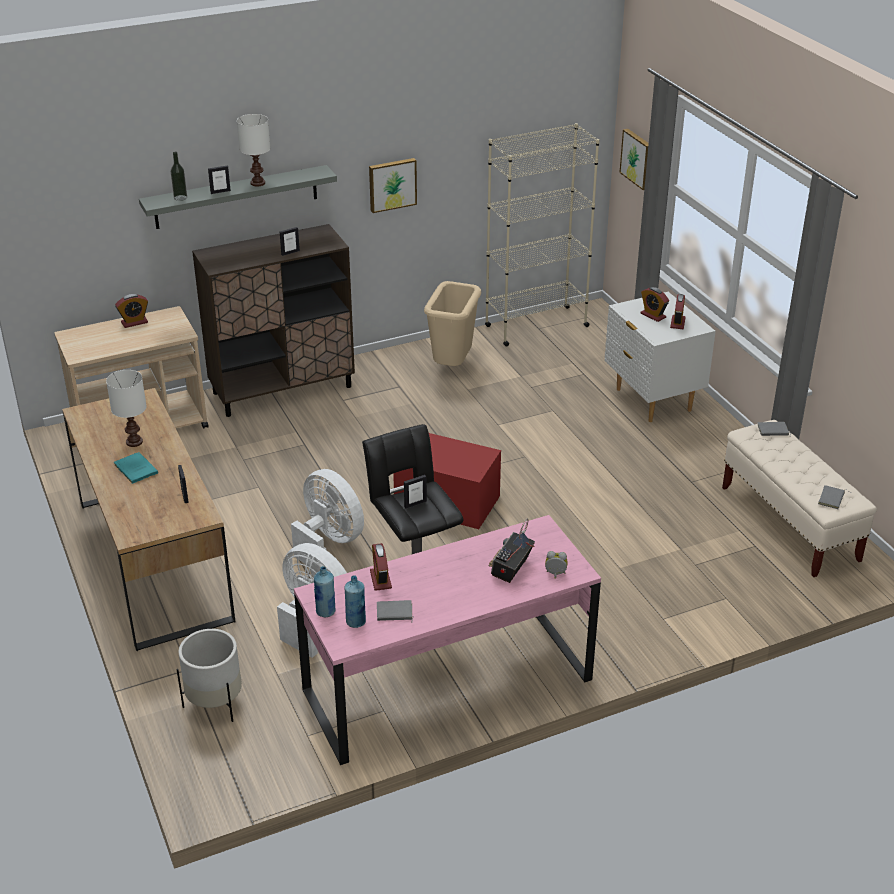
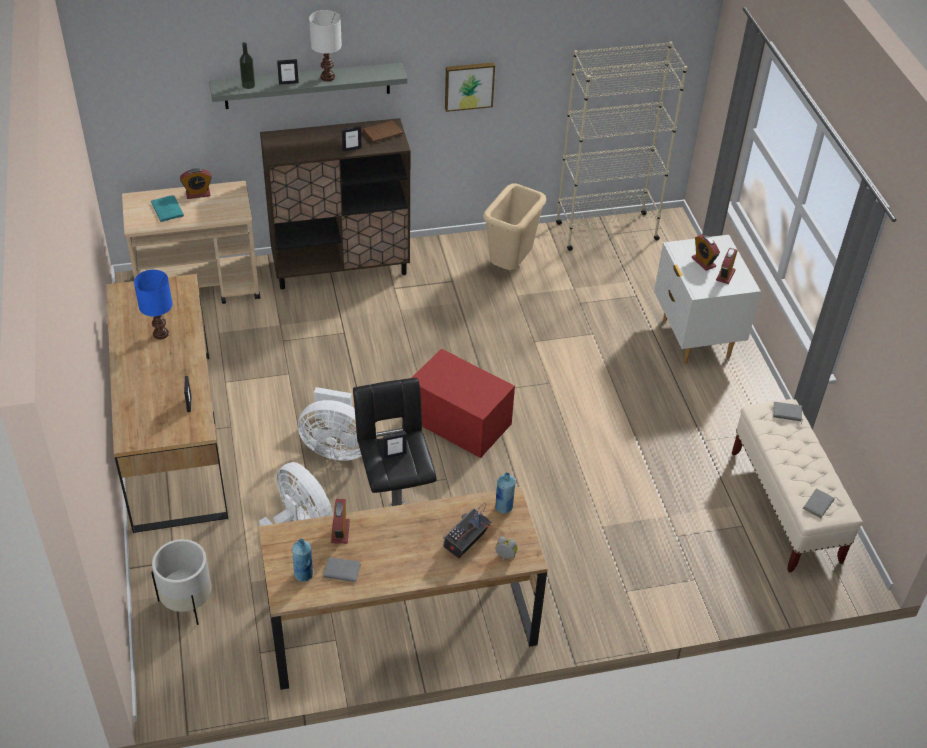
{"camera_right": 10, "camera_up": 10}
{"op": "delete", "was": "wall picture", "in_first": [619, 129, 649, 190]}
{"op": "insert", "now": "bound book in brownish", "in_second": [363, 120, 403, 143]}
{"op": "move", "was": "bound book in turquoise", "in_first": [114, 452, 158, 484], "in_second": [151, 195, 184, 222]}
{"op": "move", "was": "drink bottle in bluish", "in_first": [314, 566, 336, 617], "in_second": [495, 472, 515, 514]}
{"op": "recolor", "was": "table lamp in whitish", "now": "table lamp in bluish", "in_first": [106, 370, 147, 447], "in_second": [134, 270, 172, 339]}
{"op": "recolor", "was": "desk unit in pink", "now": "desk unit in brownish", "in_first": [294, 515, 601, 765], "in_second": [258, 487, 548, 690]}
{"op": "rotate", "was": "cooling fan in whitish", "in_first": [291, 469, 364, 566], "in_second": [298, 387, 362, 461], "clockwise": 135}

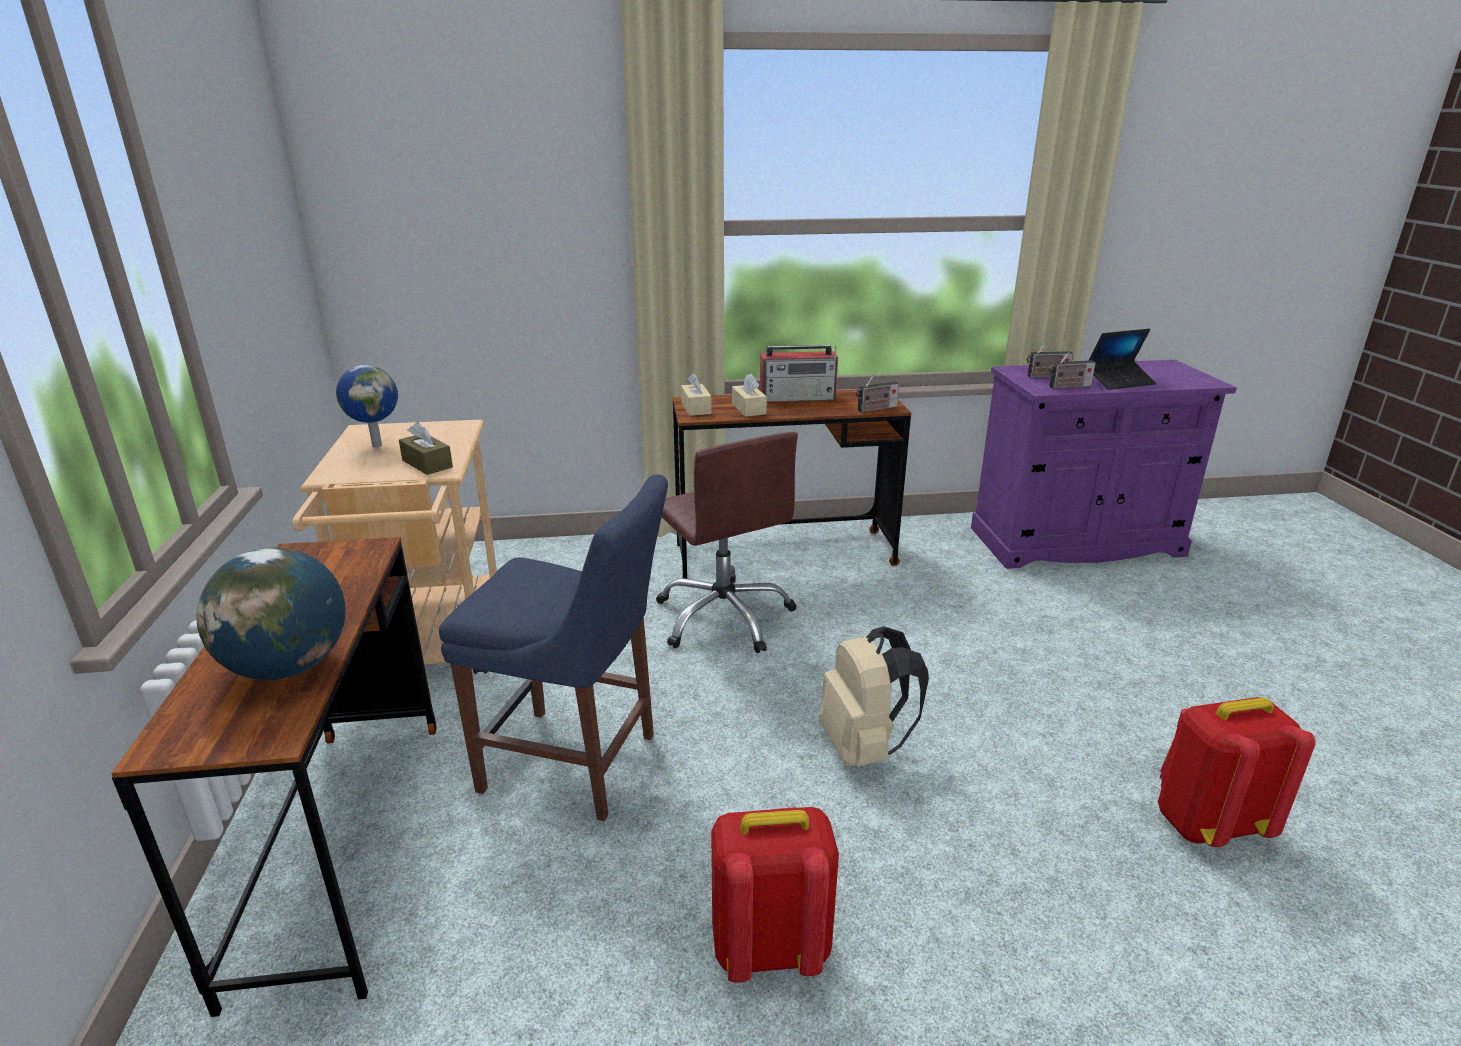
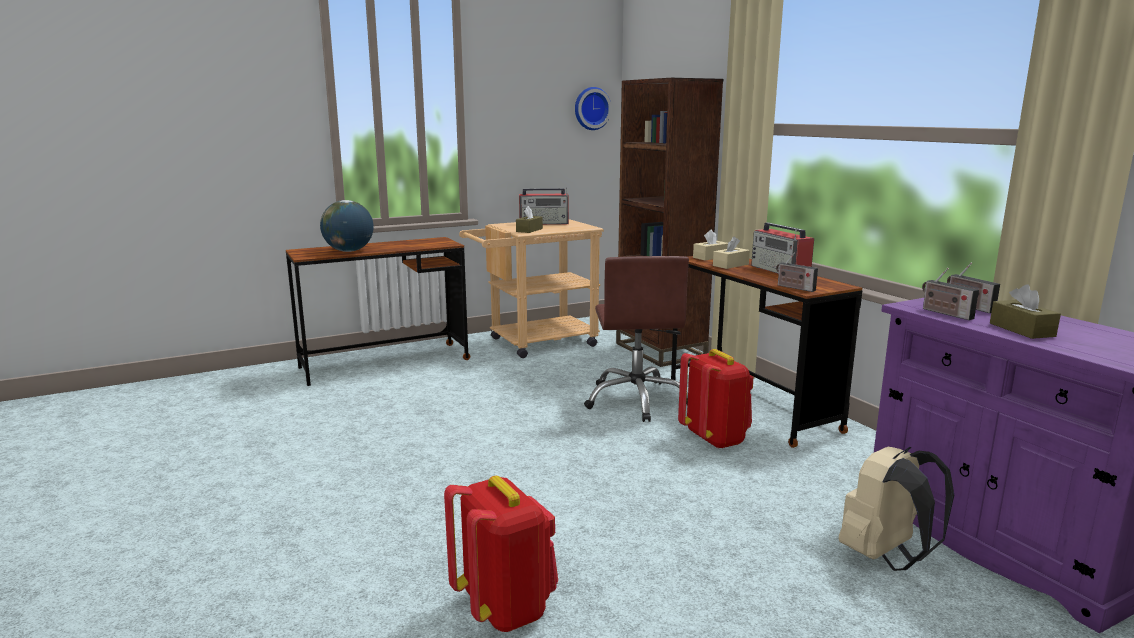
{"camera_right": 70, "camera_up": -10}
{"op": "delete", "was": "chair in bluish", "in_first": [439, 474, 668, 821]}
{"op": "insert", "now": "clock on the wall", "in_second": [575, 87, 612, 130]}
{"op": "insert", "now": "shelving unit in brownish", "in_second": [616, 78, 723, 367]}
{"op": "move", "was": "rucksack in reddish", "in_first": [711, 807, 839, 983], "in_second": [678, 349, 753, 449]}
{"op": "move", "was": "rucksack in sand-coloured", "in_first": [819, 626, 929, 767], "in_second": [839, 447, 954, 571]}
{"op": "replace", "was": "desk globe", "now": "radio receiver", "in_first": [336, 365, 398, 447], "in_second": [519, 187, 569, 225]}
{"op": "replace", "was": "notebook computer", "now": "tissue box in brownish", "in_first": [1089, 329, 1156, 390], "in_second": [990, 285, 1061, 339]}
{"op": "rotate", "was": "desk chair in brownish", "in_first": [656, 432, 798, 653], "in_second": [584, 256, 689, 422], "clockwise": -45}

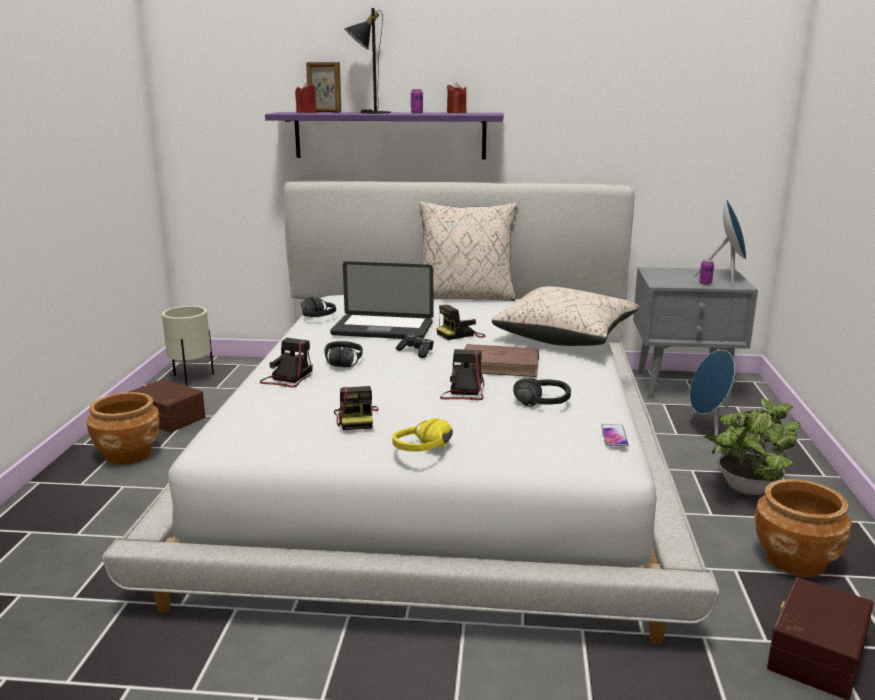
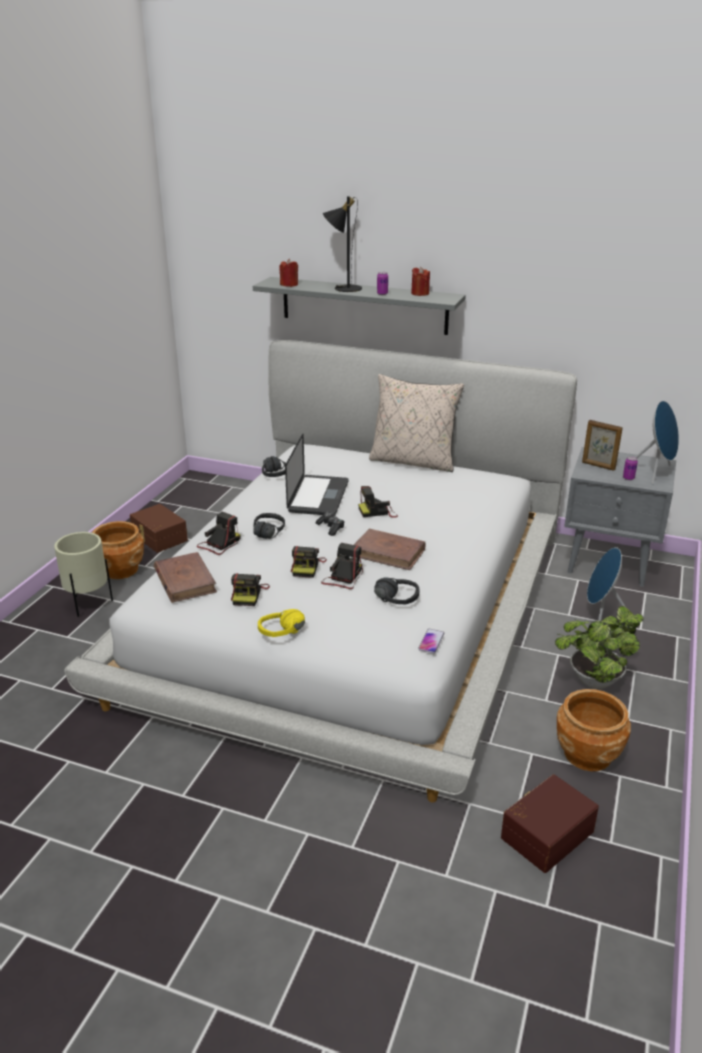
{"camera_right": 15, "camera_up": 10}
{"op": "delete", "was": "cushion in sand-coloured", "in_first": [492, 286, 639, 346]}
{"op": "insert", "now": "bound book in brownish", "in_second": [154, 552, 217, 603]}
{"op": "insert", "now": "photo camera", "in_second": [291, 546, 327, 578]}
{"op": "move", "was": "flower pot in sand-coloured", "in_first": [162, 306, 214, 386], "in_second": [54, 532, 113, 617]}
{"op": "move", "was": "photo frame", "in_first": [306, 62, 341, 112], "in_second": [582, 420, 623, 471]}
{"op": "recolor", "was": "bracket shelf in purple", "now": "bracket shelf in greyish", "in_first": [265, 112, 504, 160], "in_second": [253, 277, 466, 335]}
{"op": "rotate", "was": "notebook computer", "in_first": [330, 261, 433, 339], "in_second": [285, 434, 349, 515], "clockwise": -105}

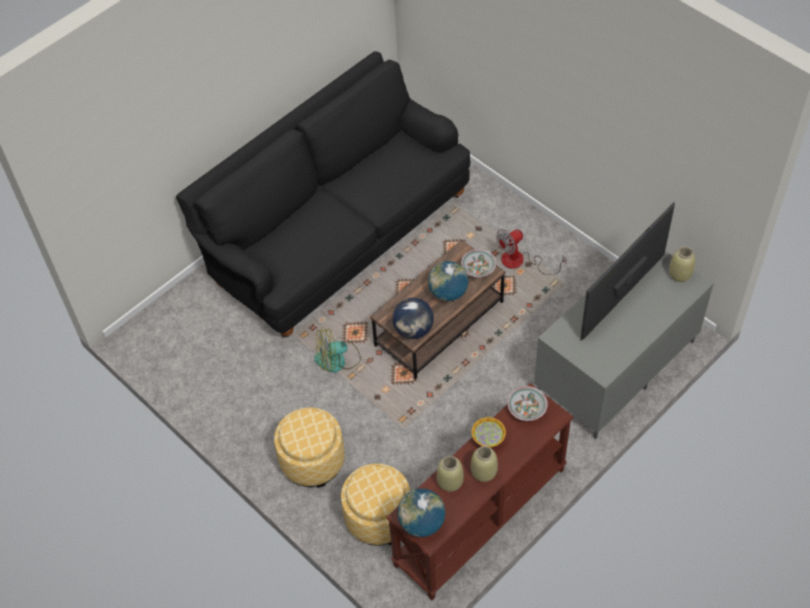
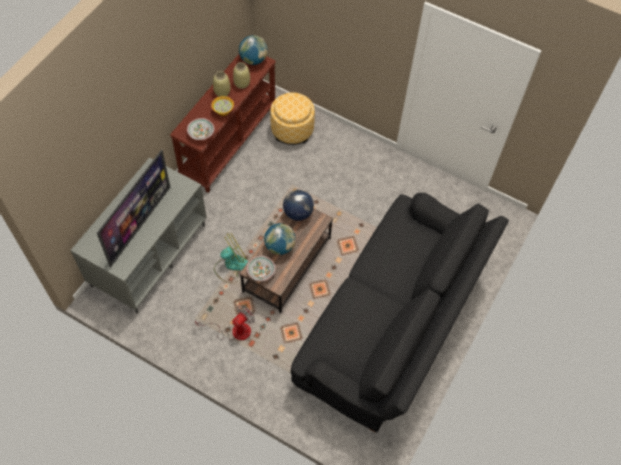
{"camera_right": 160, "camera_up": 5}
{"op": "delete", "was": "ottoman", "in_first": [274, 408, 345, 488]}
{"op": "delete", "was": "decorative vase in sand-coloured", "in_first": [669, 246, 695, 282]}
{"op": "move", "was": "cooling fan", "in_first": [314, 327, 361, 372], "in_second": [214, 233, 248, 284]}

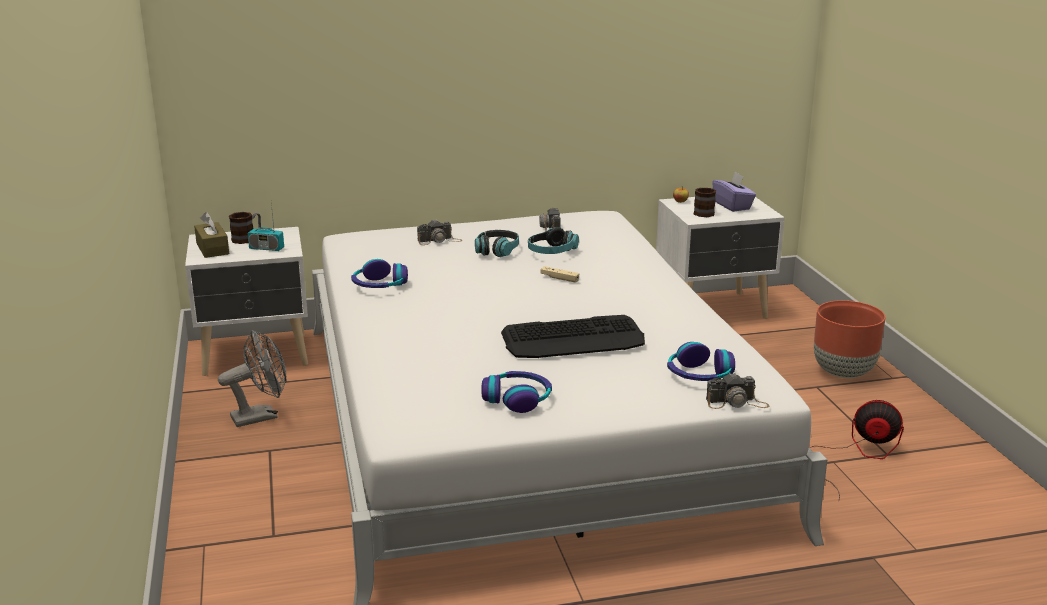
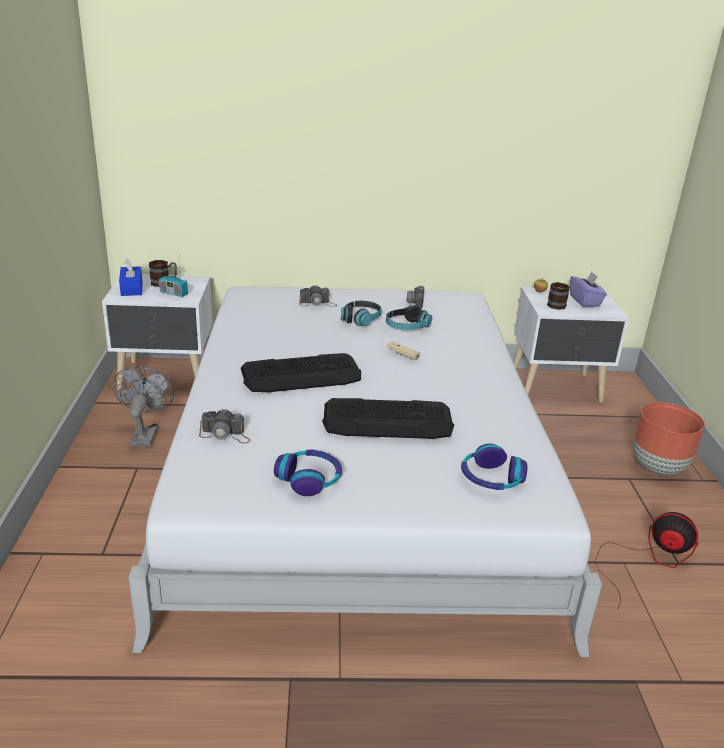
{"camera_right": 10, "camera_up": 5}
{"op": "delete", "was": "pair of headphones", "in_first": [351, 259, 408, 288]}
{"op": "insert", "now": "computer keyboard", "in_second": [241, 353, 361, 392]}
{"op": "move", "was": "photo camera", "in_first": [706, 372, 769, 409], "in_second": [199, 409, 250, 444]}
{"op": "recolor", "was": "tissue box in brownish", "now": "tissue box in bluish", "in_first": [194, 212, 229, 258], "in_second": [119, 258, 143, 296]}
{"op": "rotate", "was": "cooling fan in greyish", "in_first": [218, 330, 286, 427], "in_second": [112, 366, 174, 447], "clockwise": -75}

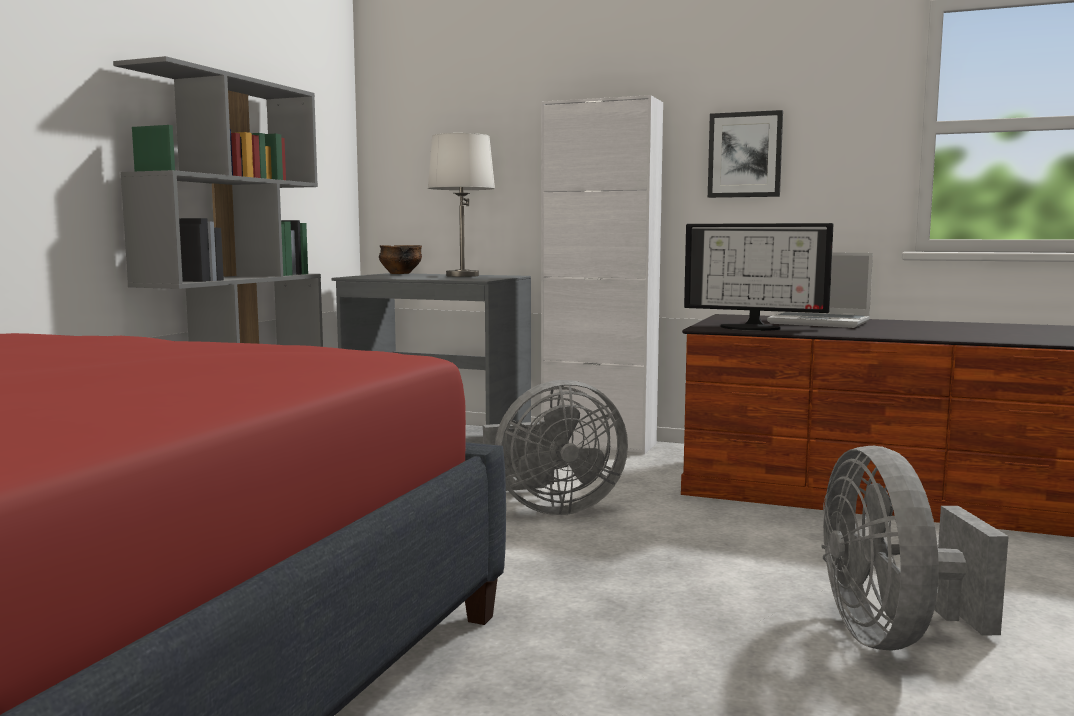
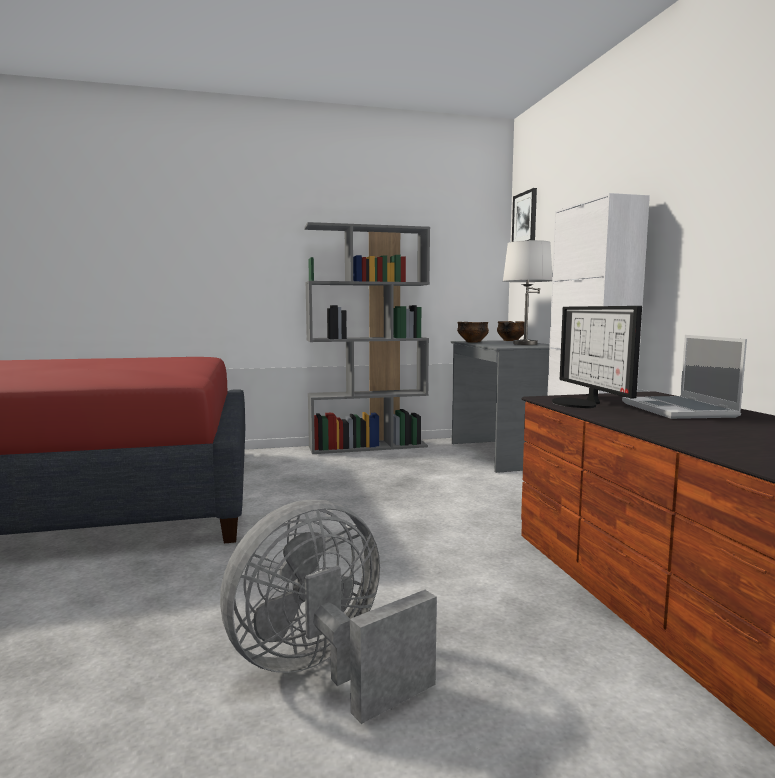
{"camera_right": 55, "camera_up": 0}
{"op": "delete", "was": "cooling fan in greyish", "in_first": [483, 380, 628, 515]}
{"op": "insert", "now": "deep dish", "in_second": [457, 322, 489, 343]}
{"op": "move", "was": "wall picture", "in_first": [708, 110, 783, 198], "in_second": [512, 188, 537, 242]}

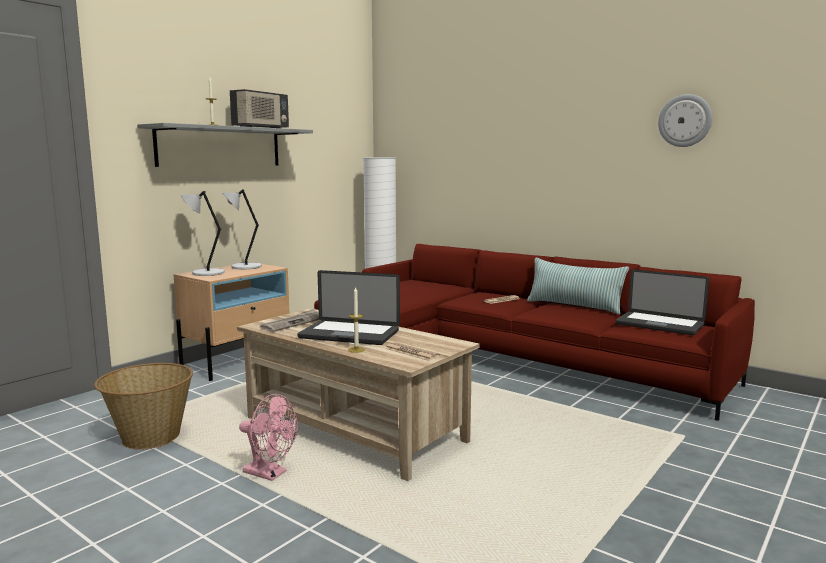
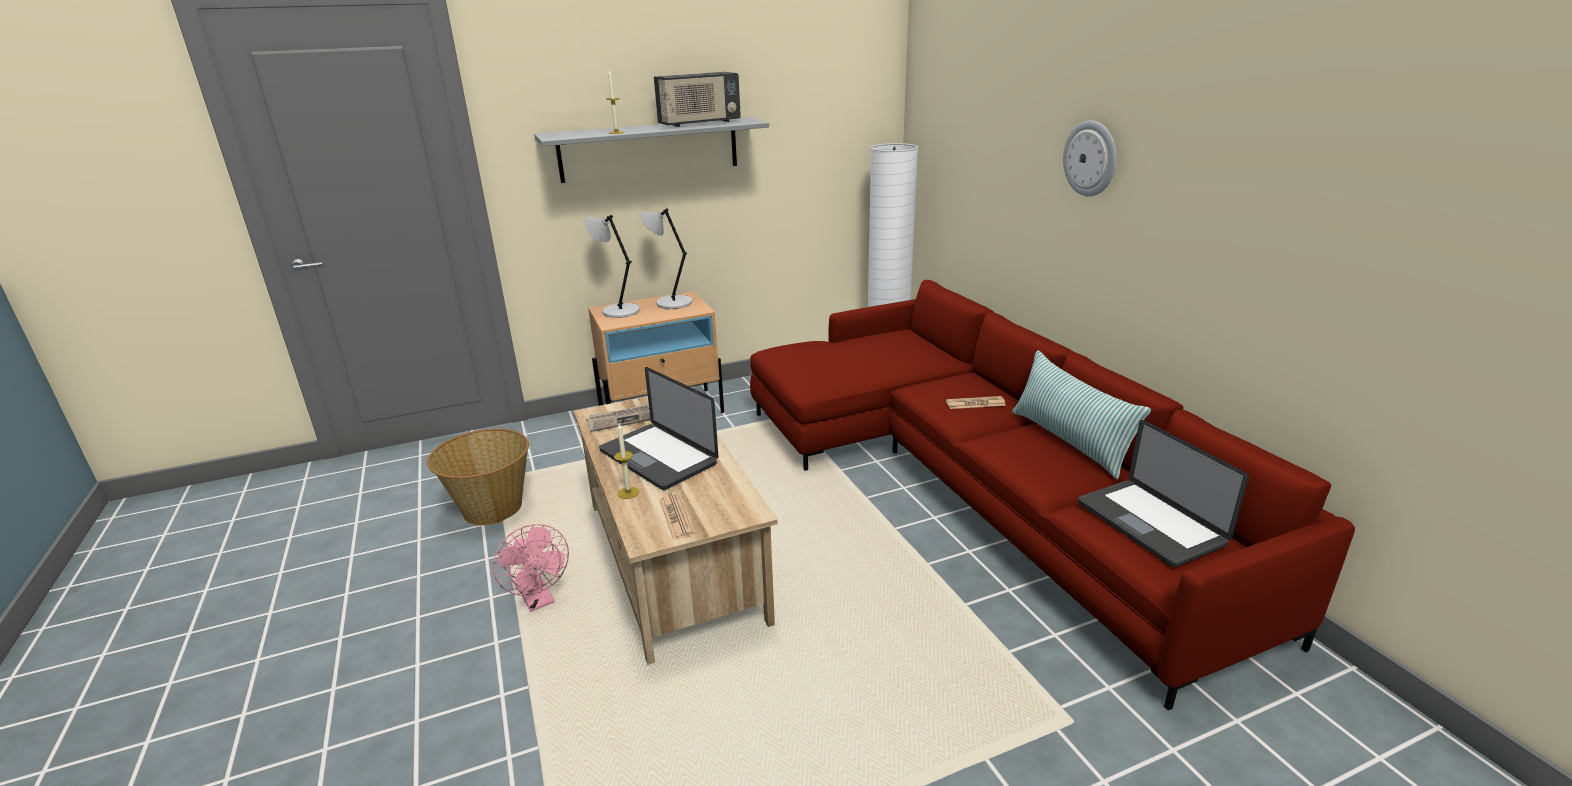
{"camera_right": 30, "camera_up": 15}
{"op": "move", "was": "clock on the wall", "in_first": [658, 94, 712, 147], "in_second": [1063, 120, 1117, 197]}

